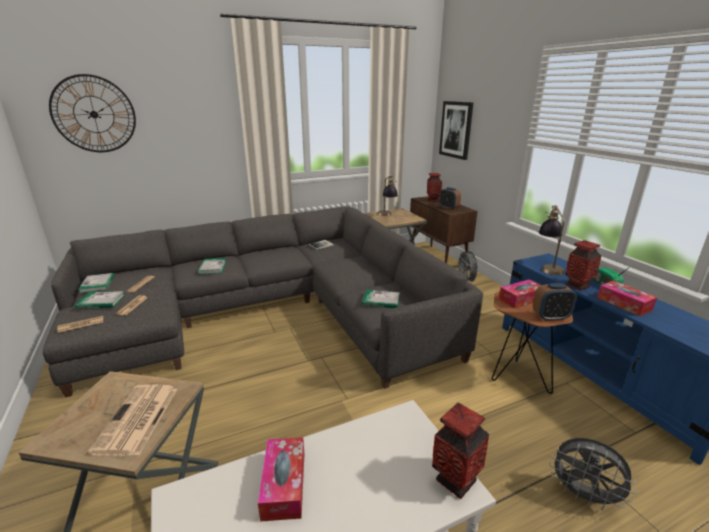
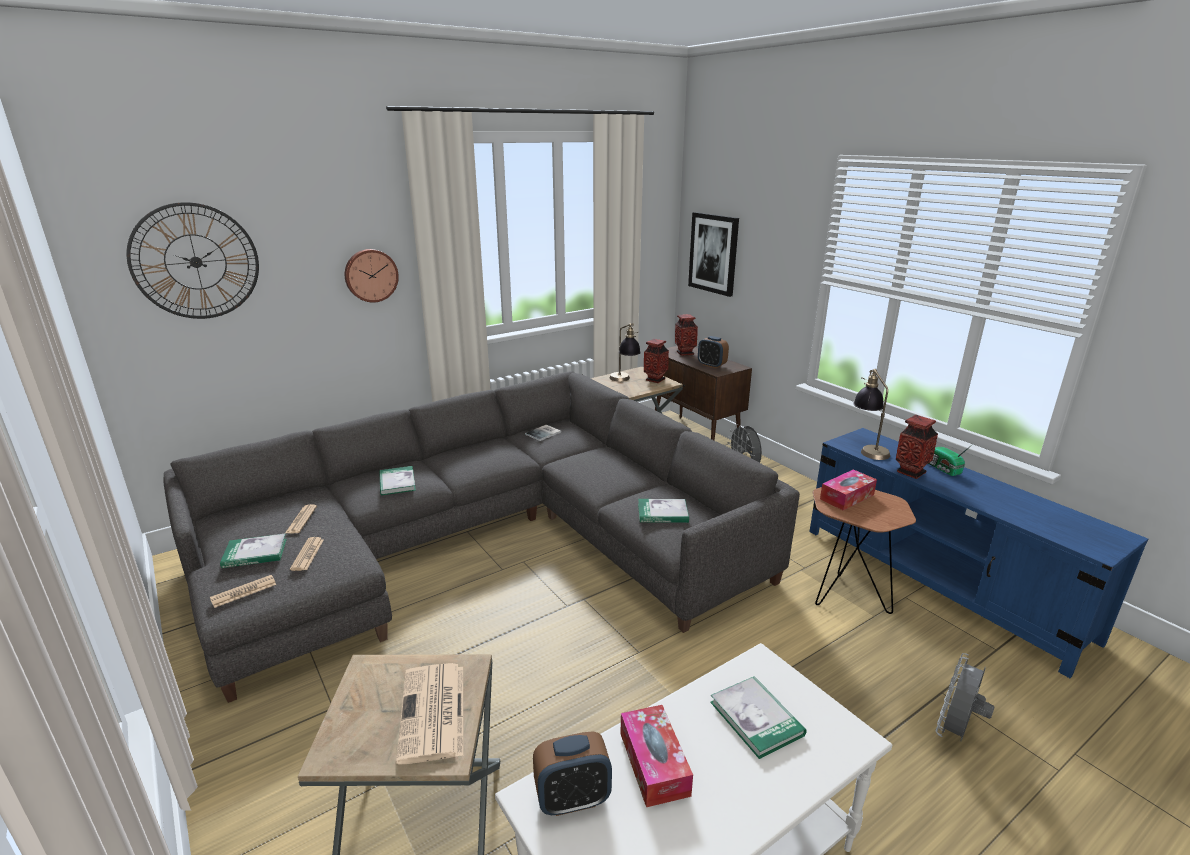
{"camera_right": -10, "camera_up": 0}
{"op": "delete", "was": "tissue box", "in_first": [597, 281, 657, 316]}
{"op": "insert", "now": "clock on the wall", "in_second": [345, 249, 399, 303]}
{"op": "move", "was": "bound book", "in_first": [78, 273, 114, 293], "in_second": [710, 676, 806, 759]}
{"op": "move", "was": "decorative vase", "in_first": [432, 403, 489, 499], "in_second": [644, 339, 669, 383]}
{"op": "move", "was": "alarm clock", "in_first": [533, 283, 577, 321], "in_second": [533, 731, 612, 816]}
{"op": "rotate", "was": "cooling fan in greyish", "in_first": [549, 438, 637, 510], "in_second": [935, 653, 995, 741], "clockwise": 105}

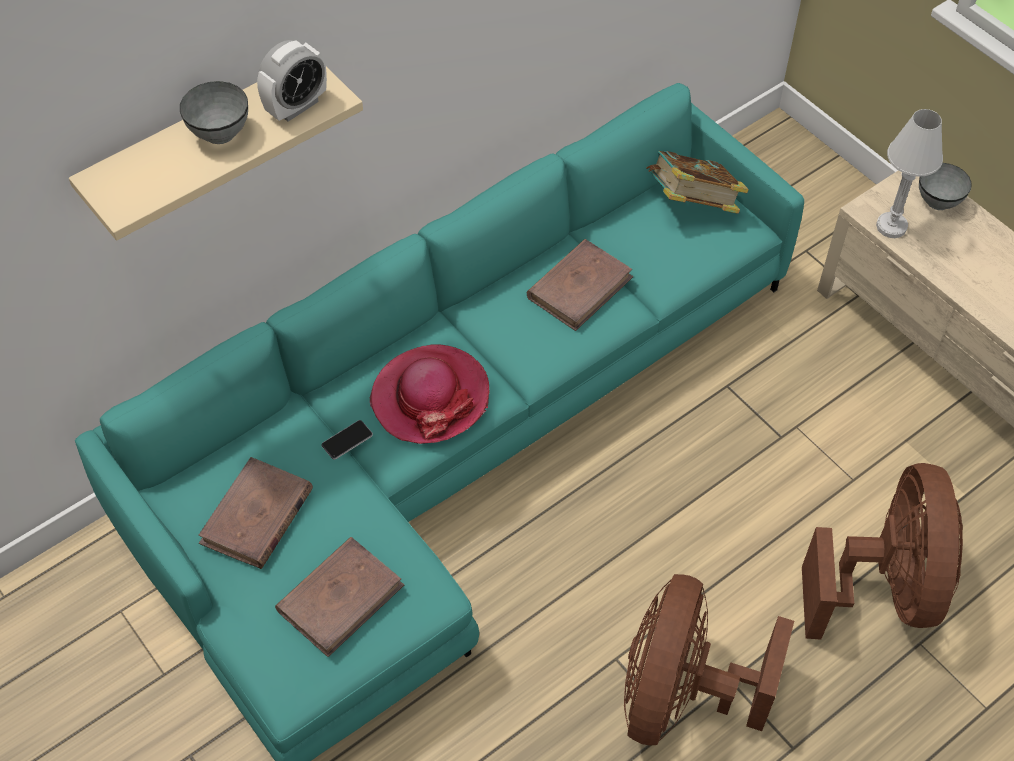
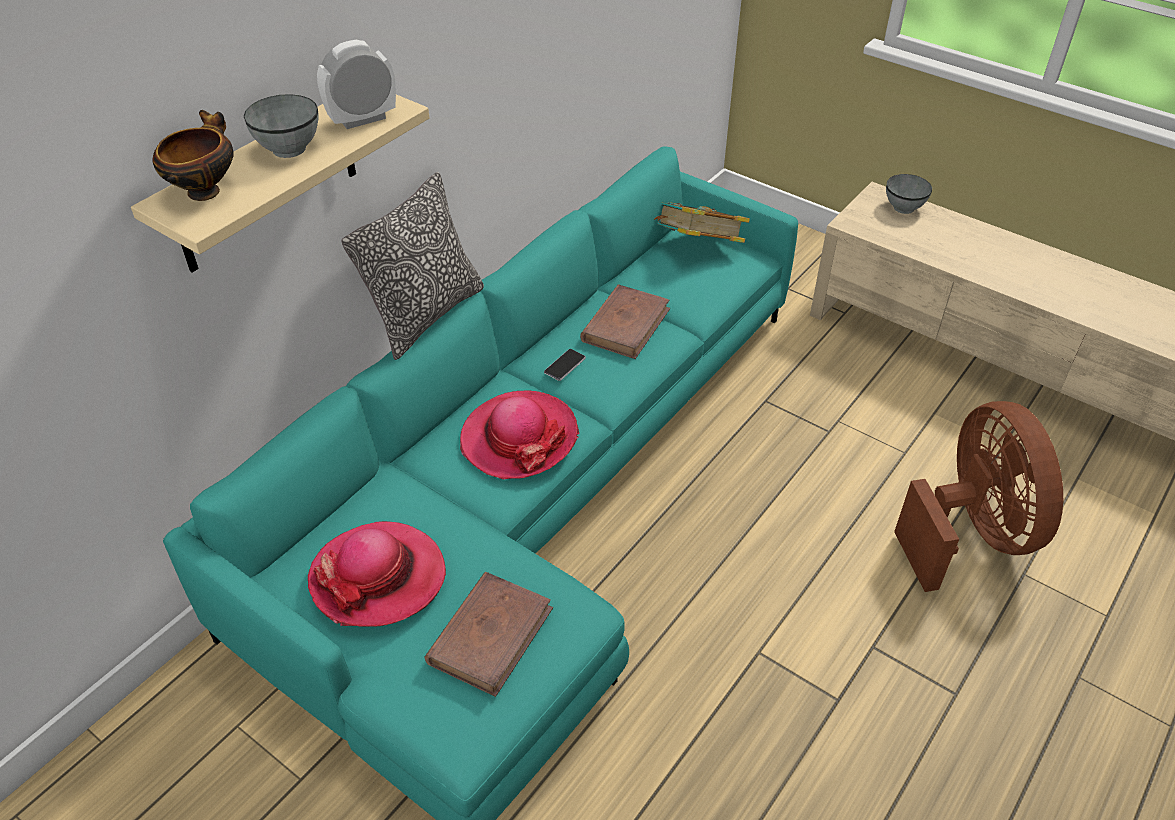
{"camera_right": -15, "camera_up": -10}
{"op": "delete", "was": "cooling fan in brownish", "in_first": [624, 574, 794, 746]}
{"op": "delete", "was": "table lamp in whitish", "in_first": [876, 109, 943, 238]}
{"op": "insert", "now": "deep dish", "in_second": [152, 110, 234, 201]}
{"op": "insert", "now": "cushion", "in_second": [342, 172, 484, 360]}
{"op": "move", "was": "handset", "in_first": [321, 420, 373, 460], "in_second": [544, 349, 586, 381]}
{"op": "replace", "was": "bound book in brownish", "now": "wearable hat", "in_first": [199, 457, 313, 569], "in_second": [308, 521, 446, 627]}
{"op": "rotate", "was": "alarm clock", "in_first": [257, 40, 327, 122], "in_second": [317, 40, 396, 129], "clockwise": -150}

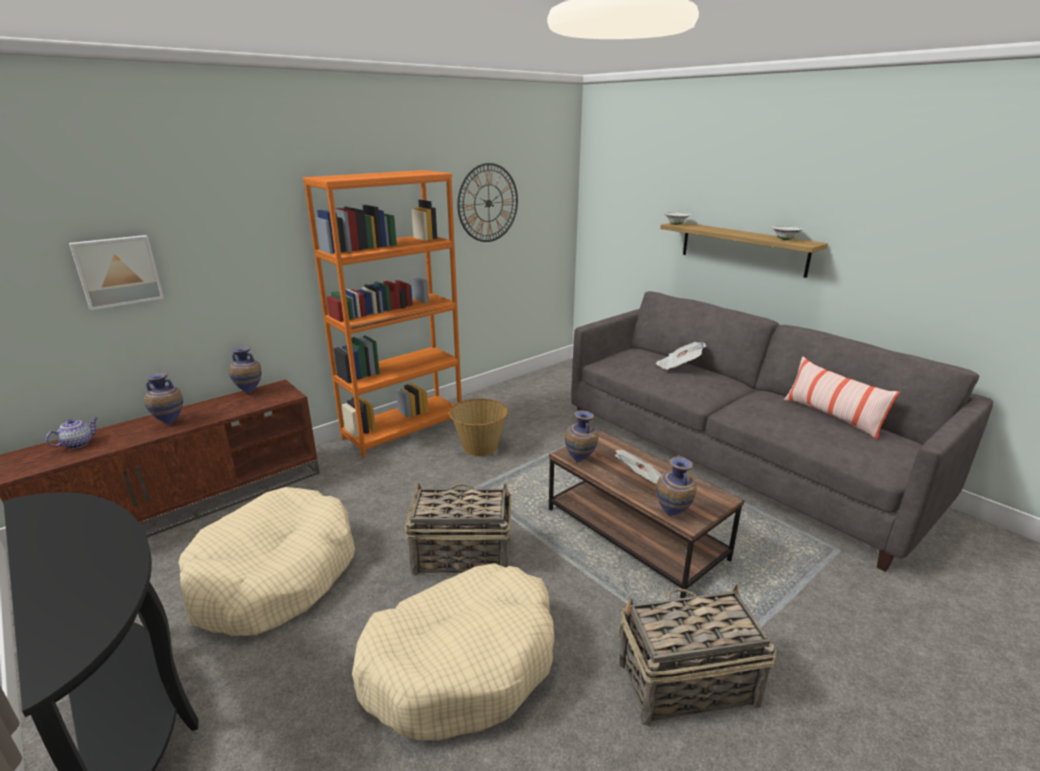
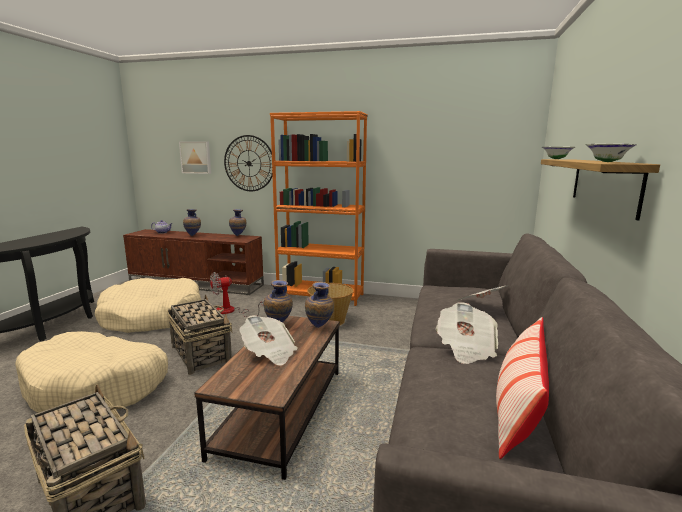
{"camera_right": 55, "camera_up": -10}
{"op": "insert", "now": "cooling fan", "in_second": [210, 272, 263, 317]}
{"op": "insert", "now": "printed paper", "in_second": [435, 302, 498, 364]}
{"op": "move", "was": "clock on the wall", "in_first": [457, 163, 518, 242], "in_second": [224, 135, 273, 191]}
{"op": "move", "was": "decorative vase", "in_first": [656, 457, 697, 516], "in_second": [305, 282, 334, 328]}

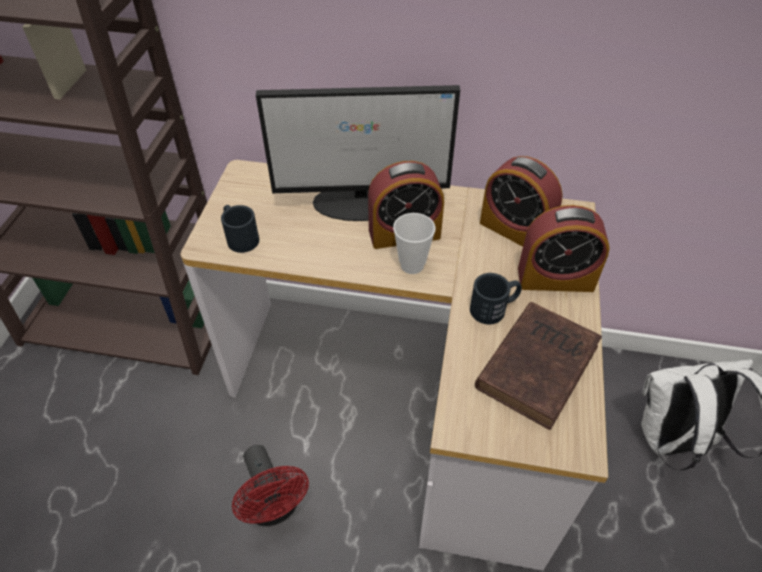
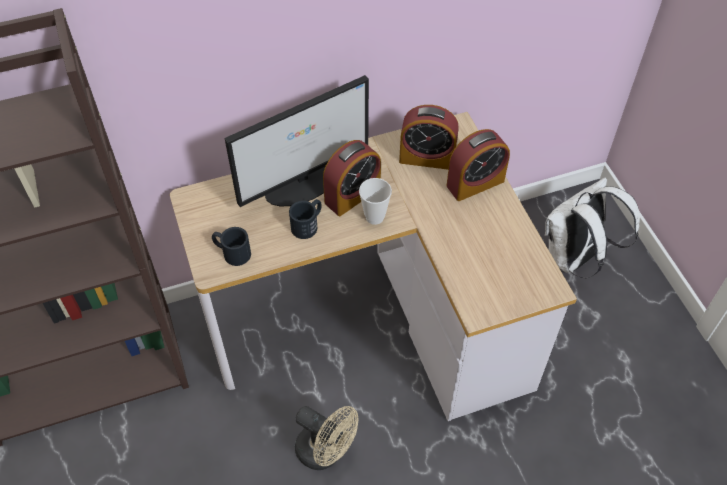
{"camera_right": -30, "camera_up": 5}
{"op": "delete", "was": "bound book in brownish", "in_first": [475, 302, 602, 430]}
{"op": "move", "was": "coffee mug in black", "in_first": [470, 273, 522, 324], "in_second": [289, 199, 322, 239]}
{"op": "recolor", "was": "cooling fan in reddish", "now": "cooling fan in sand-coloured", "in_first": [232, 445, 309, 526], "in_second": [295, 406, 359, 470]}

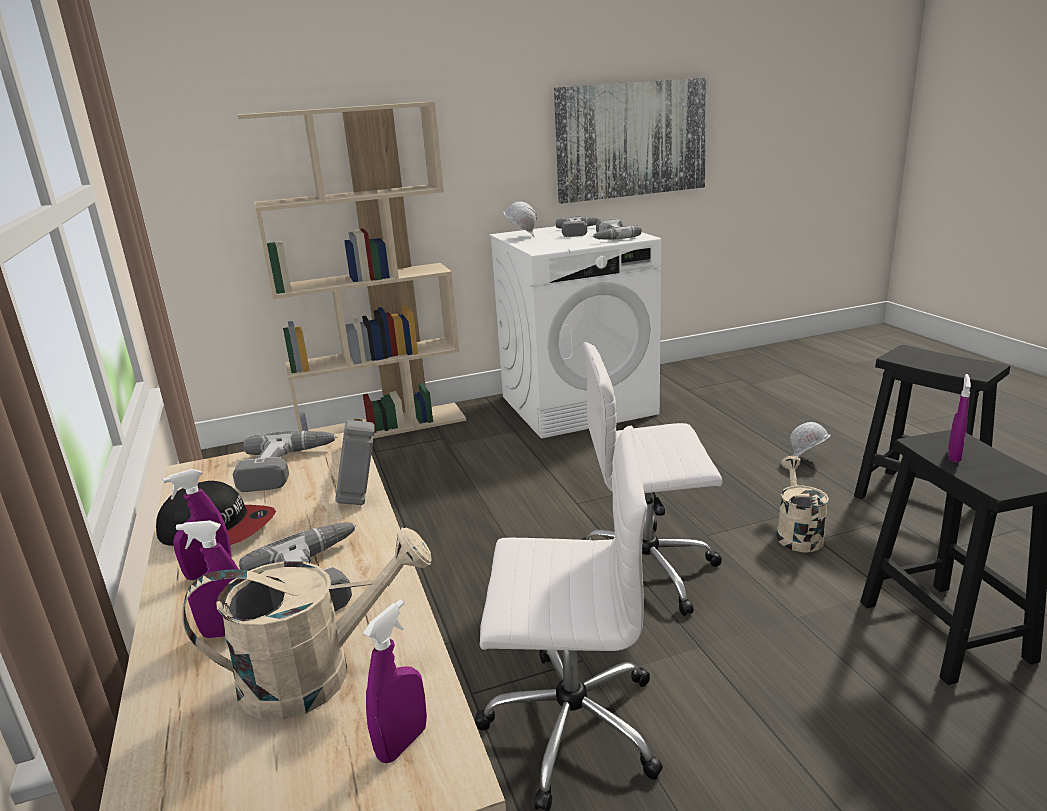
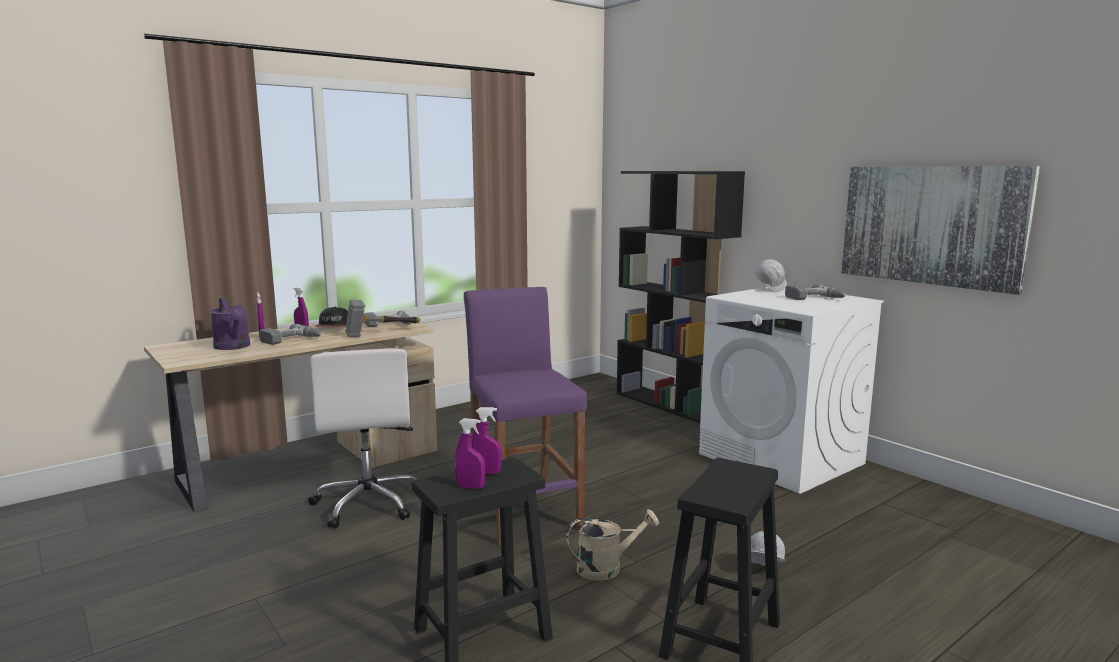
{"camera_right": 70, "camera_up": -10}
{"op": "delete", "was": "power drill", "in_first": [593, 219, 642, 240]}
{"op": "move", "was": "sprayer in purple", "in_first": [363, 599, 427, 764], "in_second": [455, 418, 485, 489]}
{"op": "replace", "was": "desk chair in whitish", "now": "stool seat in purple", "in_first": [581, 342, 722, 616], "in_second": [464, 287, 587, 546]}
{"op": "recolor", "was": "watering pot in sand-coloured", "now": "watering pot in purple", "in_first": [182, 527, 431, 720], "in_second": [210, 298, 250, 350]}
{"op": "recolor", "was": "shelving unit in sand-coloured", "now": "shelving unit in black", "in_first": [238, 102, 466, 439], "in_second": [617, 171, 745, 423]}

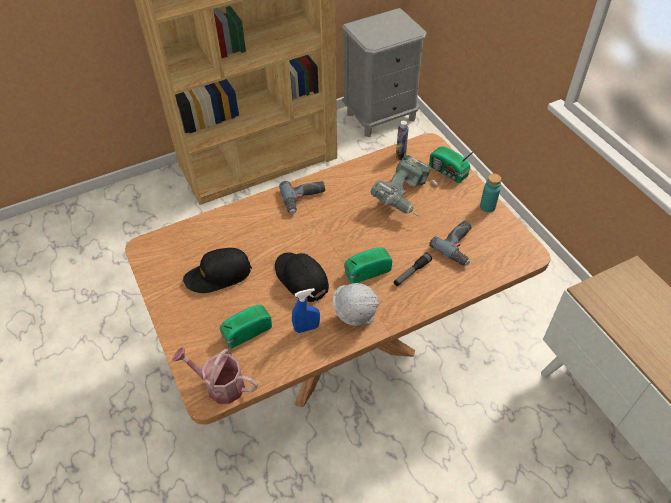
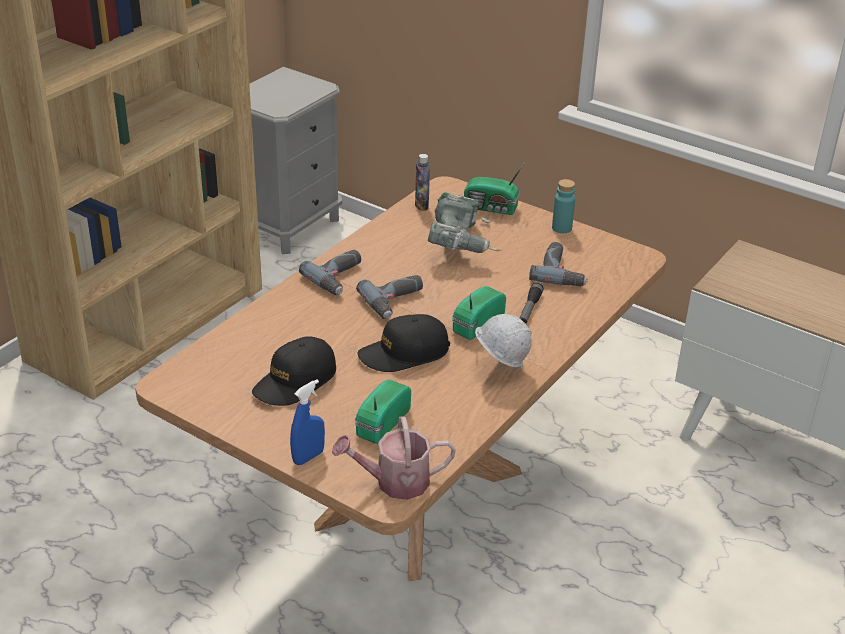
{"camera_right": -30, "camera_up": -15}
{"op": "insert", "now": "power drill", "in_second": [356, 275, 423, 319]}
{"op": "move", "was": "sprayer in bluish", "in_first": [292, 288, 320, 333], "in_second": [290, 379, 325, 465]}
{"op": "rotate", "was": "baseball cap in black", "in_first": [275, 252, 329, 302], "in_second": [357, 314, 450, 372], "clockwise": -45}

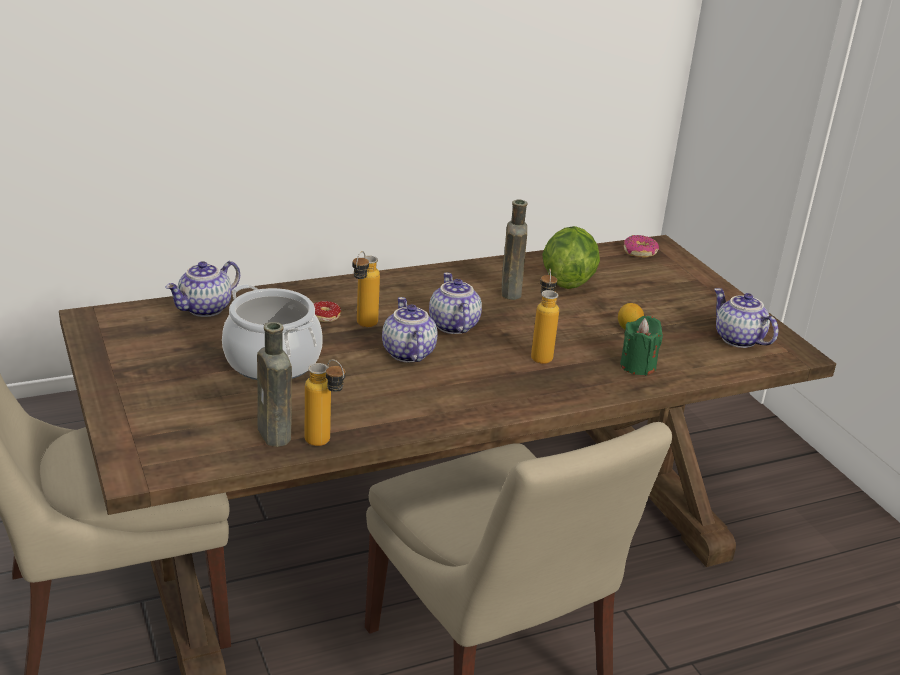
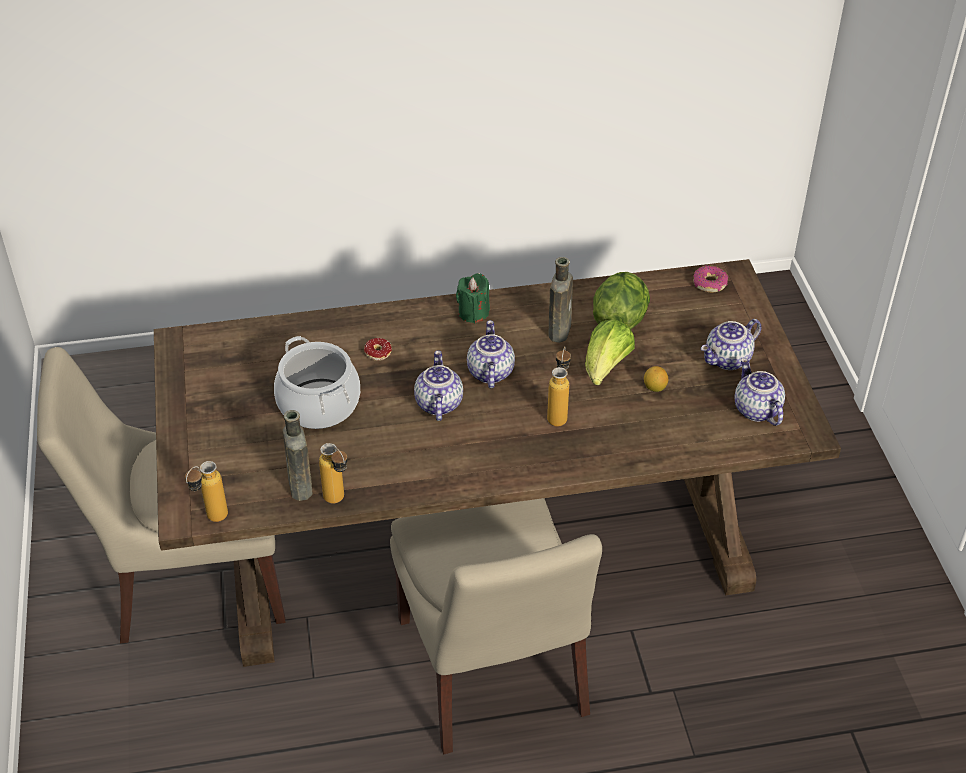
{"camera_right": 15, "camera_up": 15}
{"op": "insert", "now": "head of lettuce", "in_second": [585, 319, 635, 385]}
{"op": "move", "was": "teapot", "in_first": [165, 261, 240, 317], "in_second": [701, 319, 761, 370]}
{"op": "move", "was": "drink bottle", "in_first": [353, 251, 380, 327], "in_second": [185, 461, 228, 522]}
{"op": "move", "was": "wax candle in greenish", "in_first": [620, 316, 663, 376], "in_second": [456, 273, 490, 324]}

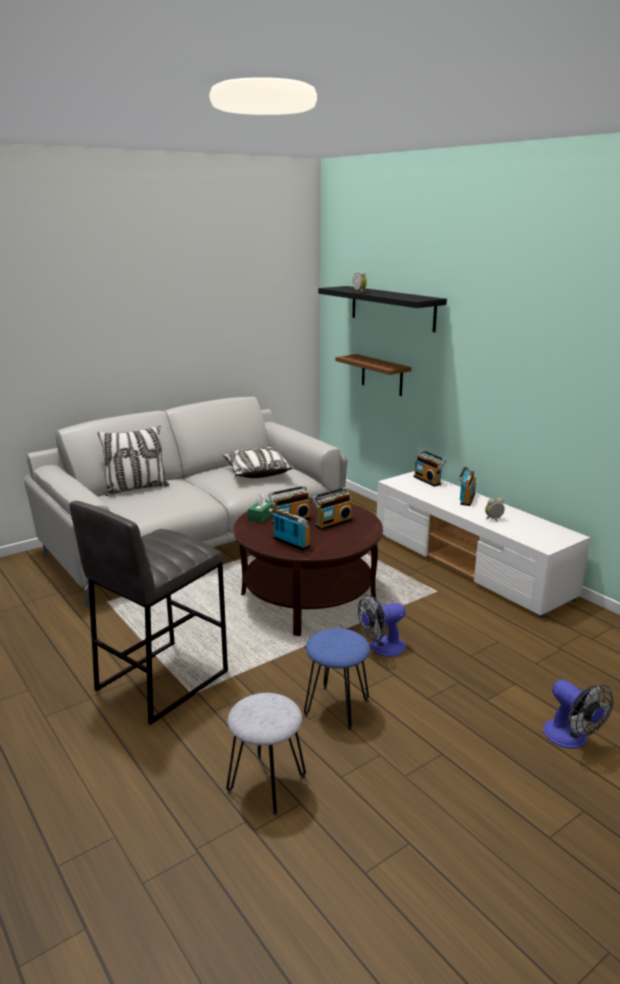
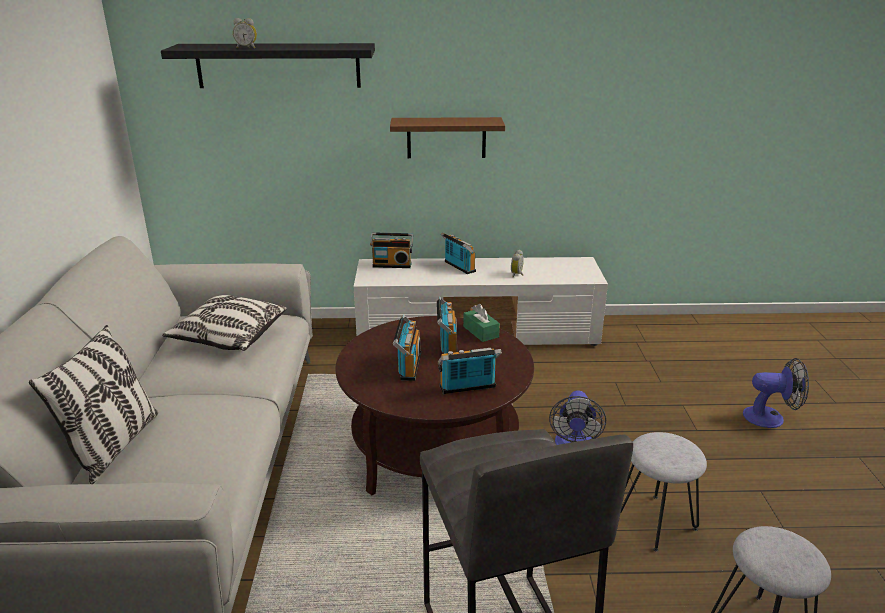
{"camera_right": -55, "camera_up": 5}
{"op": "move", "was": "tissue box in greenish", "in_first": [248, 493, 273, 523], "in_second": [463, 304, 500, 342]}
{"op": "move", "was": "bracket shelf in brownish", "in_first": [335, 354, 411, 396], "in_second": [390, 117, 505, 158]}
{"op": "recolor", "was": "stool seat in bluish", "now": "stool seat in greyish", "in_first": [304, 628, 370, 730], "in_second": [620, 432, 707, 552]}

